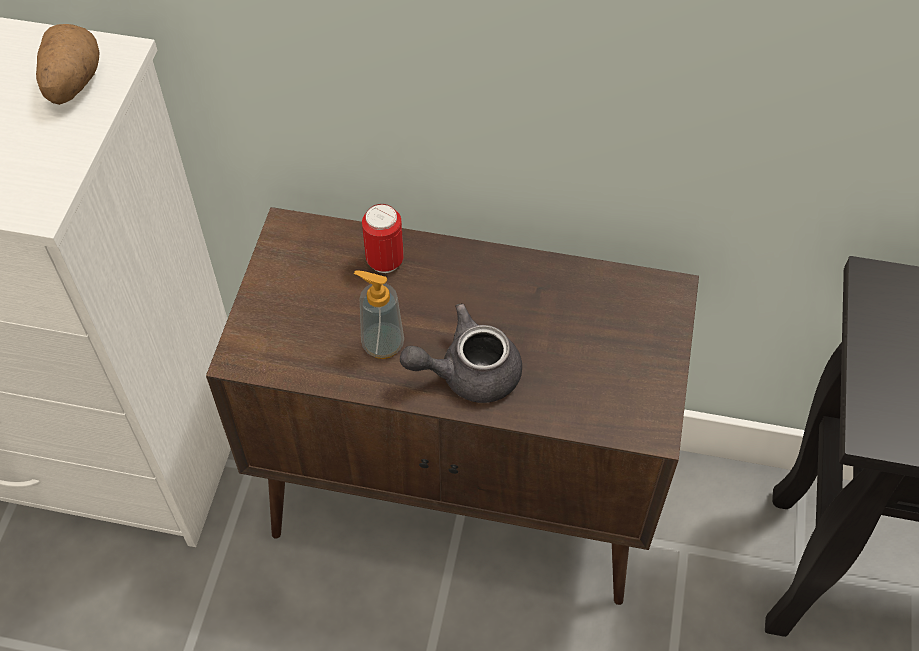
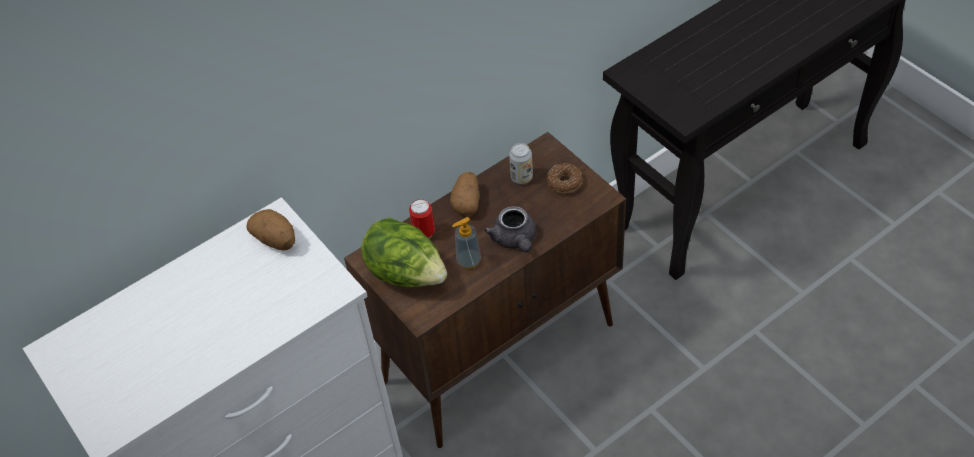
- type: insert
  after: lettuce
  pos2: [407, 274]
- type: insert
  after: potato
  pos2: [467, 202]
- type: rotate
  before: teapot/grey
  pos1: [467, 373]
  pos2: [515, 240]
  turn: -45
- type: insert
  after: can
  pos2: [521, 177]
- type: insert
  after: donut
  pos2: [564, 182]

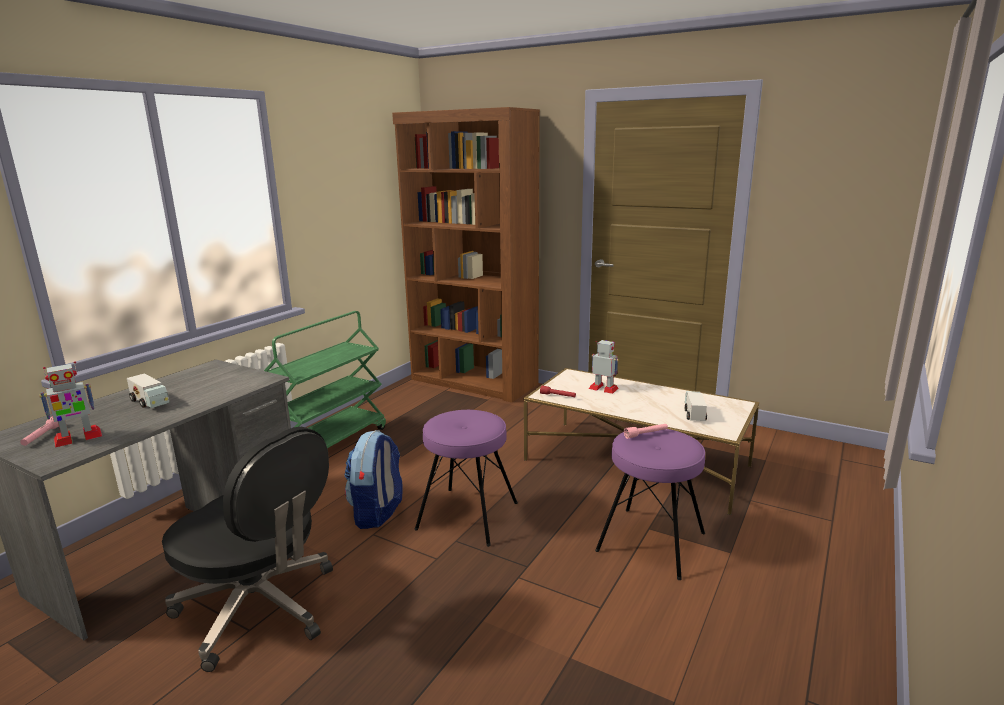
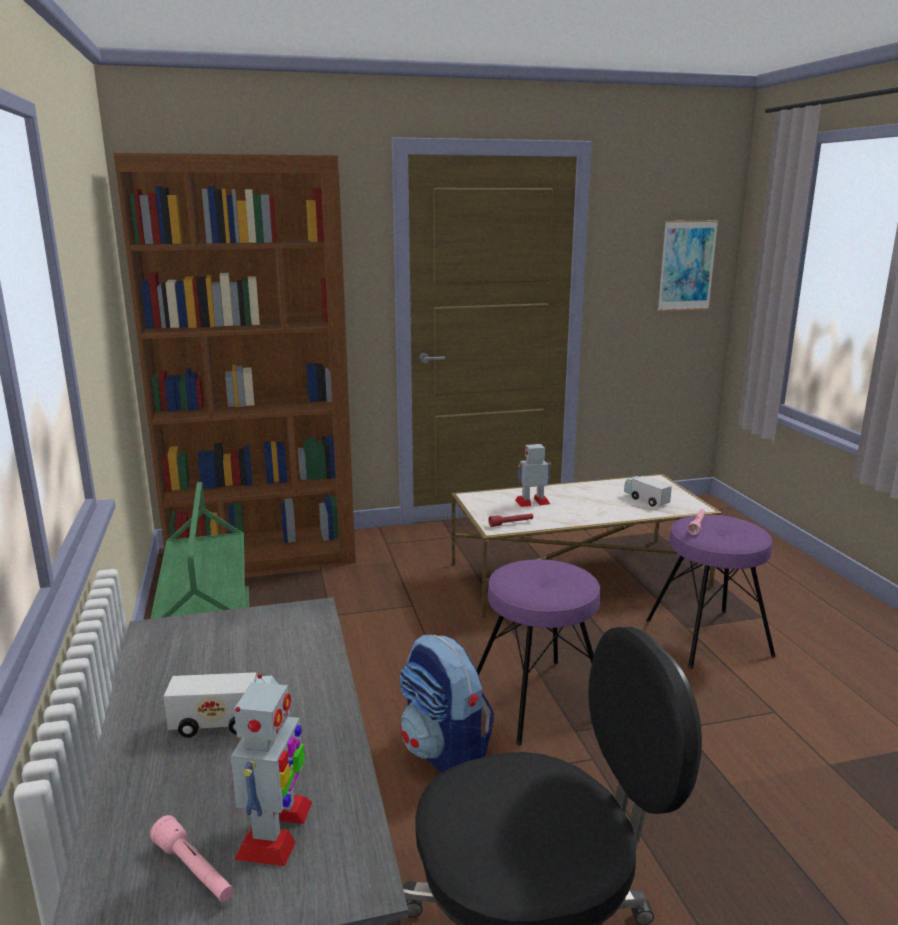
- type: insert
  after: picture
  pos2: [687, 265]

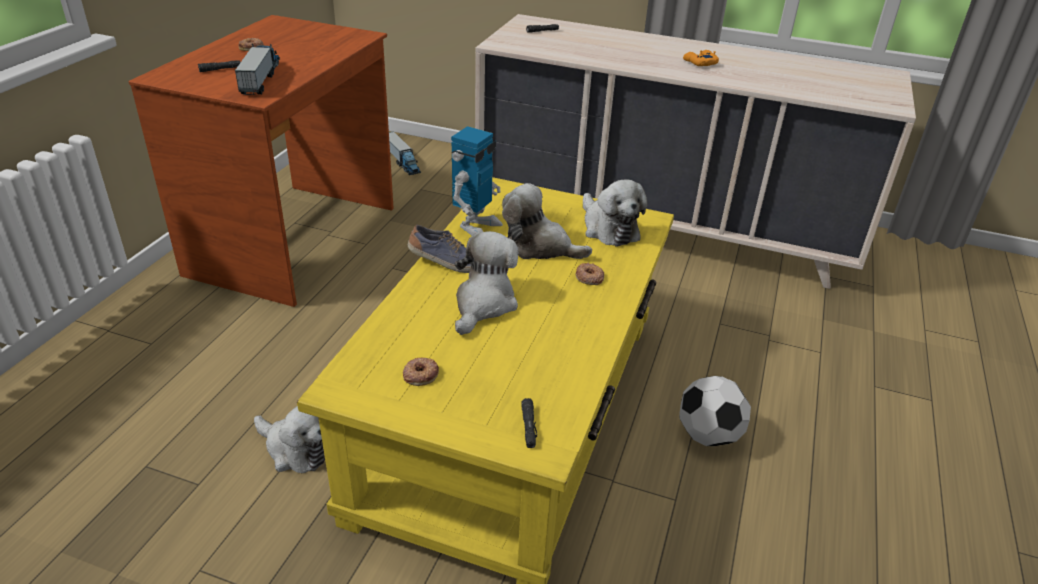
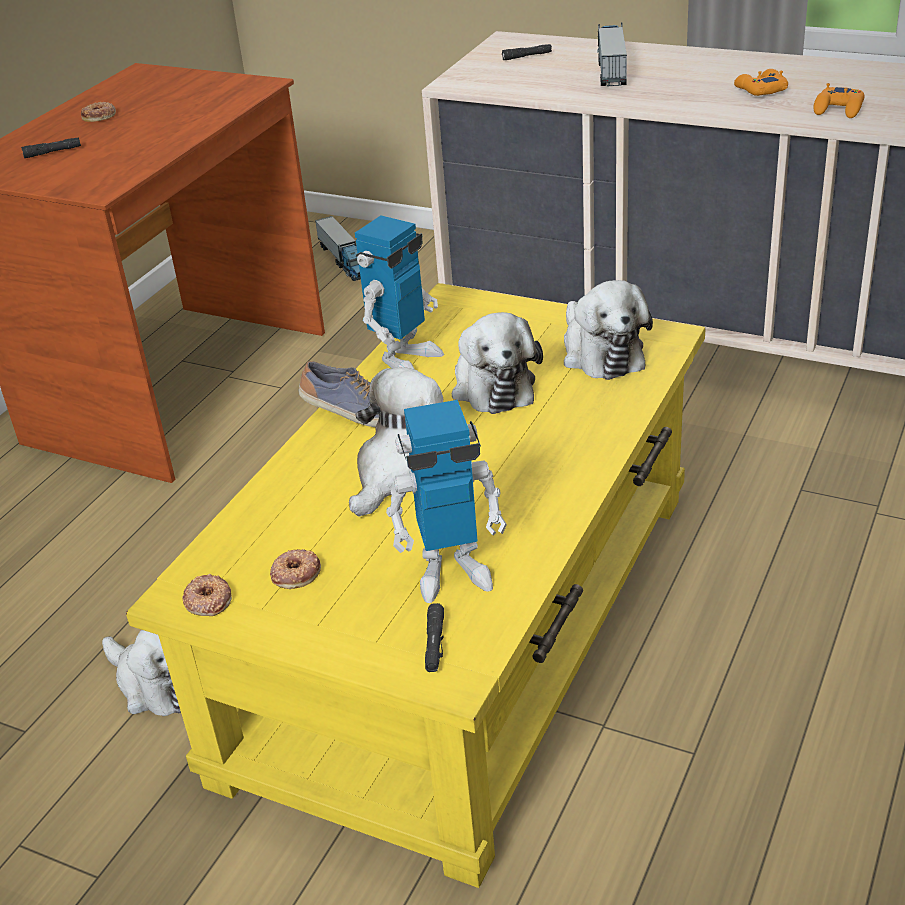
- type: move
  before: donut
  pos1: [589, 277]
  pos2: [208, 600]
- type: insert
  after: toy robot
  pos2: [451, 572]
- type: rotate
  before: plush toy
  pos1: [539, 247]
  pos2: [492, 385]
  turn: -135
- type: move
  before: toy truck
  pos1: [261, 78]
  pos2: [611, 67]
- type: insert
  after: game controller/orange
  pos2: [839, 109]
- type: delete
  before: football
  pos1: [708, 435]

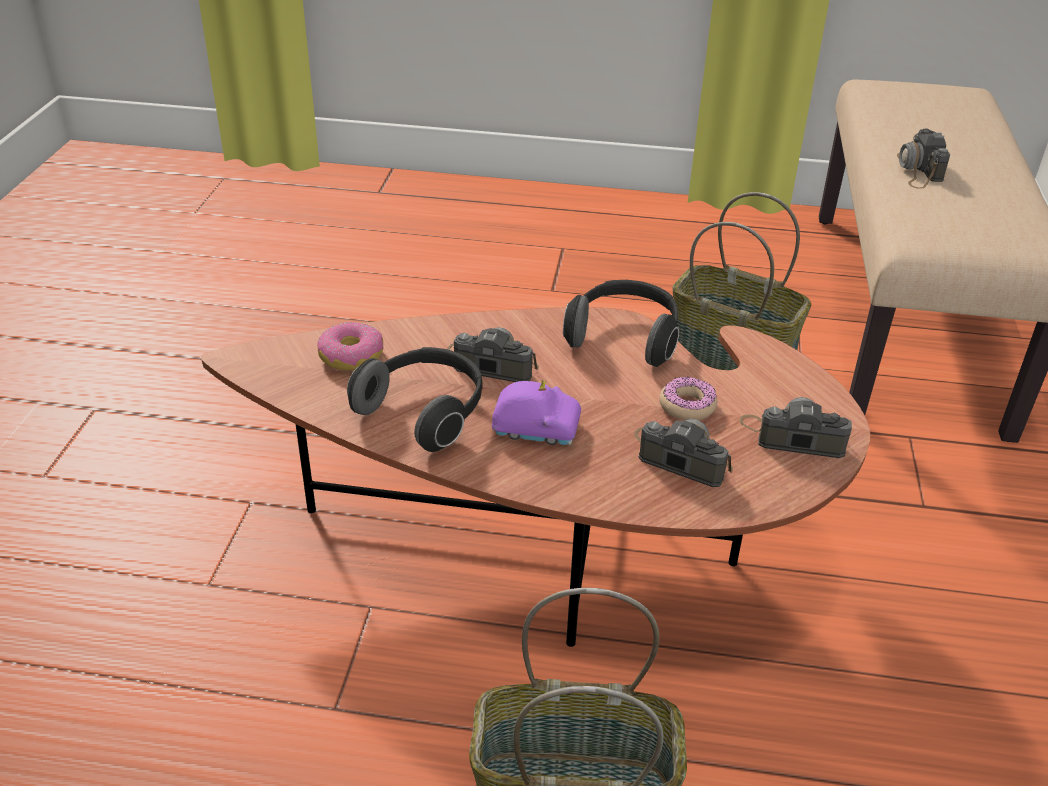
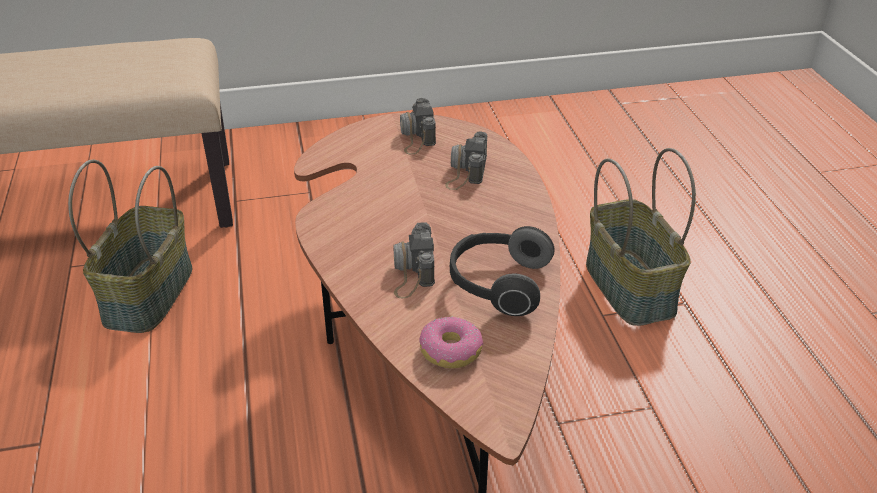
- type: delete
  before: toy car/purple
  pos1: [536, 428]
- type: delete
  before: headphones
  pos1: [624, 338]
- type: delete
  before: donut
  pos1: [687, 406]
- type: delete
  before: photo camera
  pos1: [918, 170]

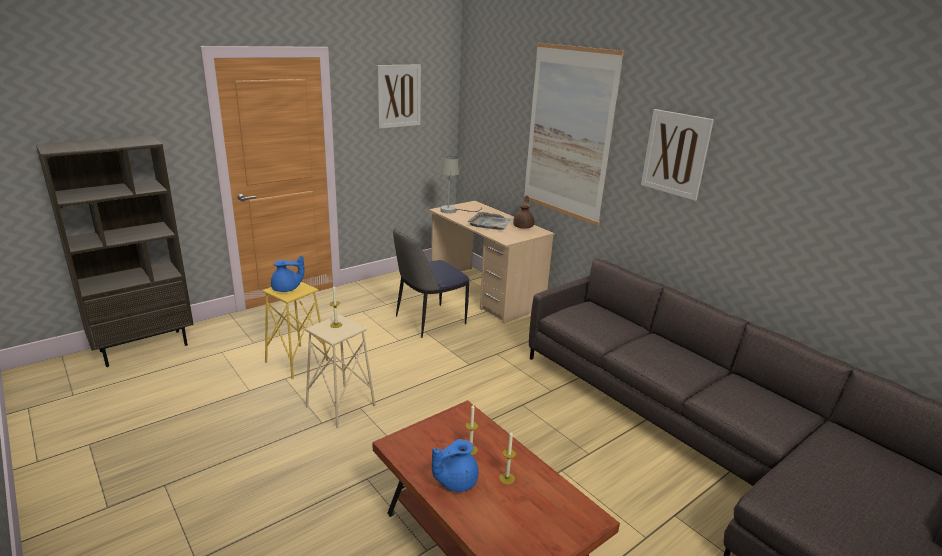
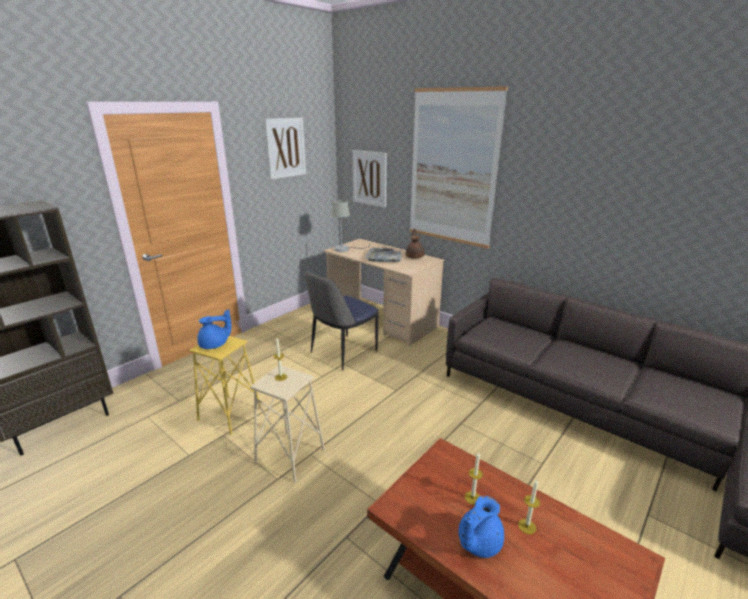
- type: move
  before: picture
  pos1: [675, 154]
  pos2: [369, 178]

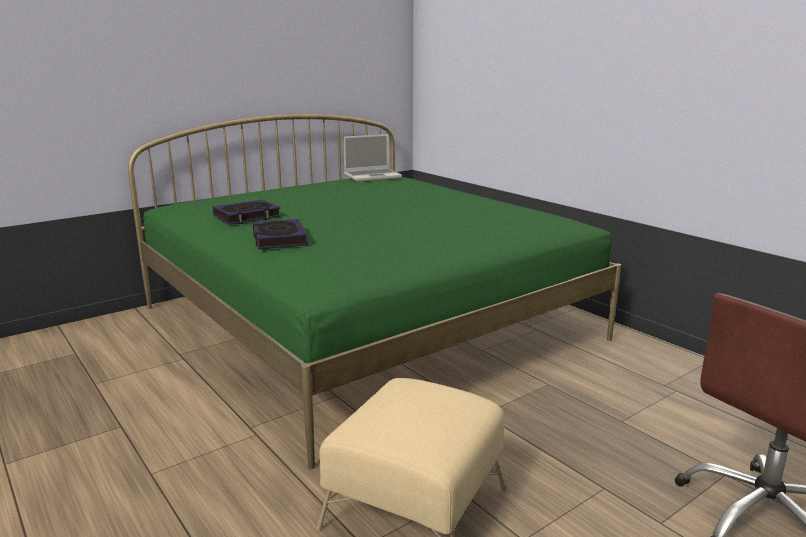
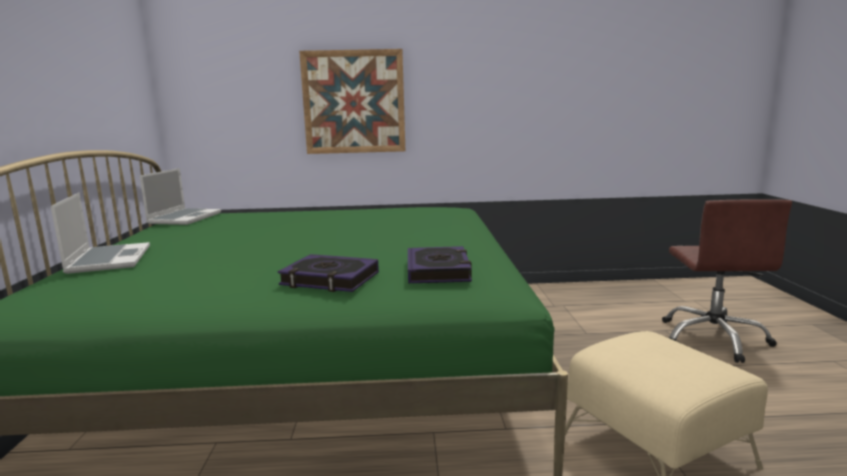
- type: insert
  after: laptop
  pos2: [108, 259]
- type: insert
  after: picture
  pos2: [354, 102]
- type: move
  before: book
  pos1: [247, 217]
  pos2: [438, 271]

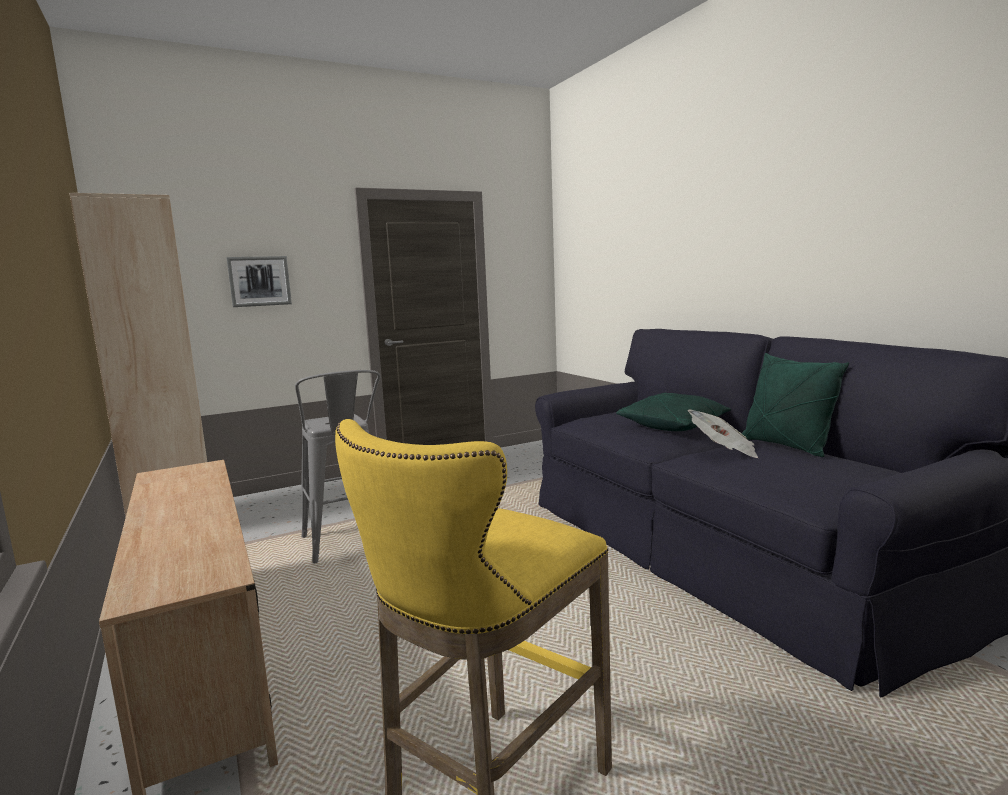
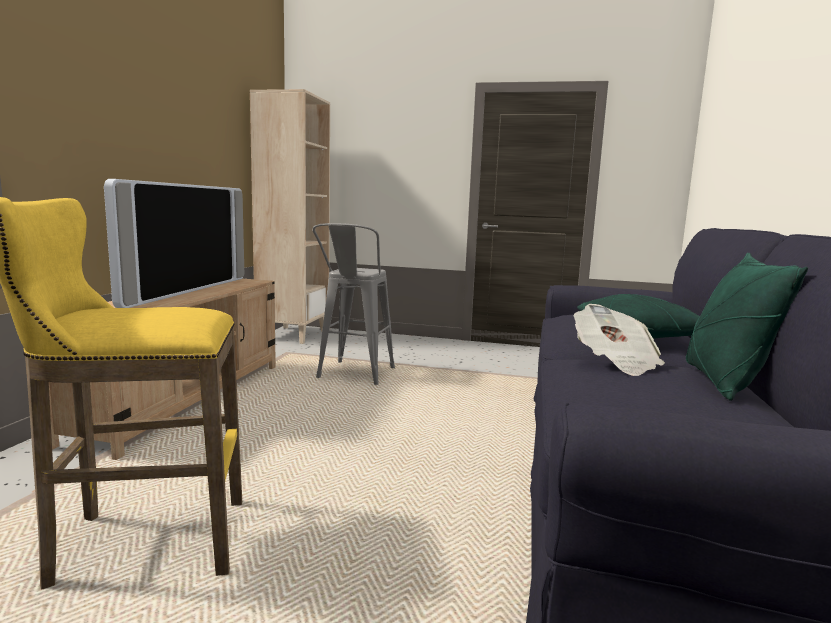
- type: insert
  after: television
  pos2: [184, 290]
- type: delete
  before: picture
  pos1: [259, 281]

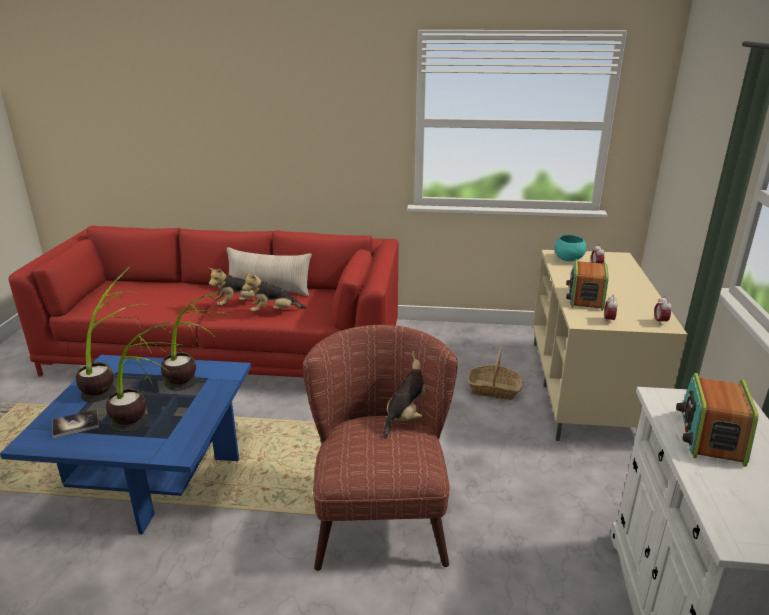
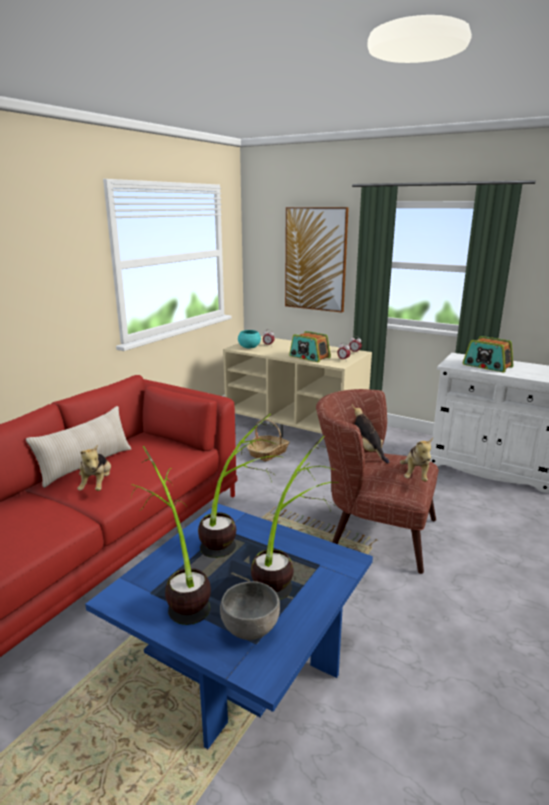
- type: replace
  before: book
  after: bowl/grey
  pos1: [76, 425]
  pos2: [251, 629]
- type: insert
  after: picture
  pos2: [315, 259]
- type: move
  before: plush toy
  pos1: [274, 312]
  pos2: [416, 475]

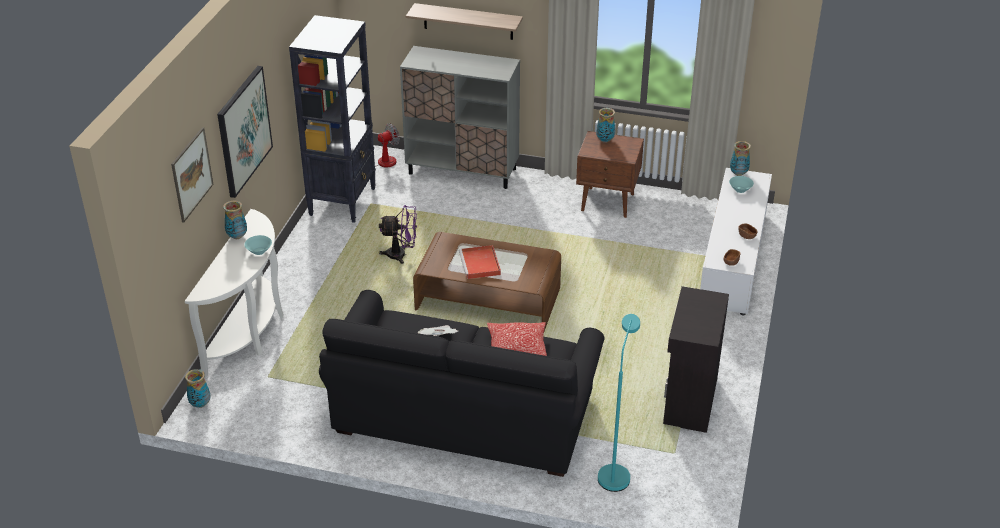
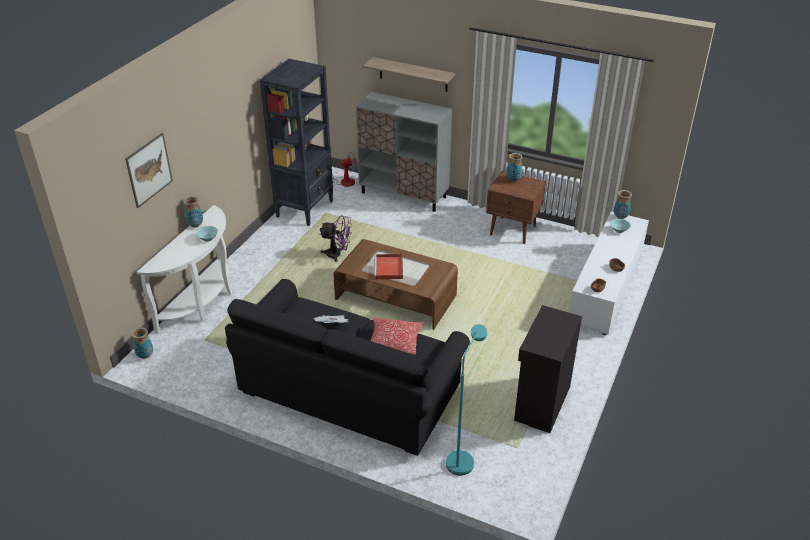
- type: delete
  before: picture
  pos1: [243, 131]

